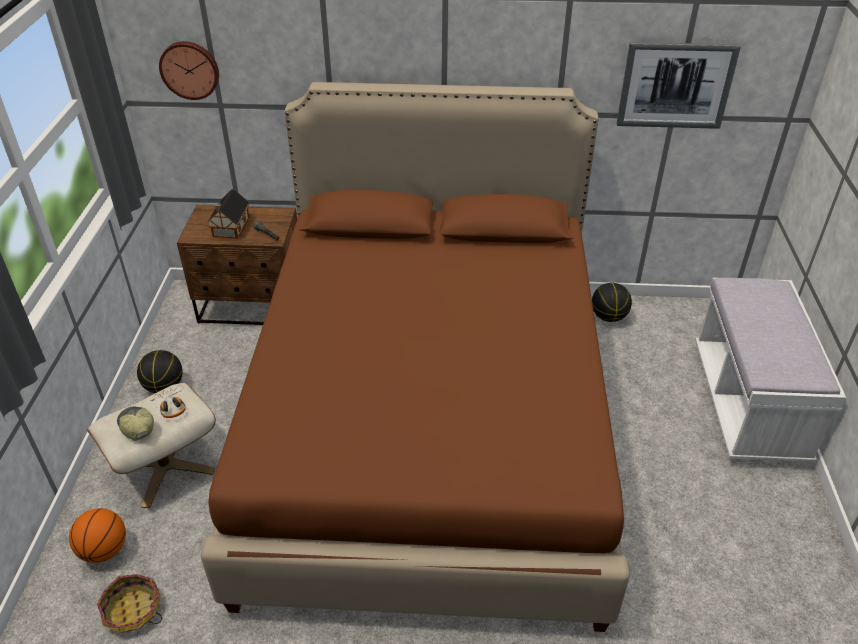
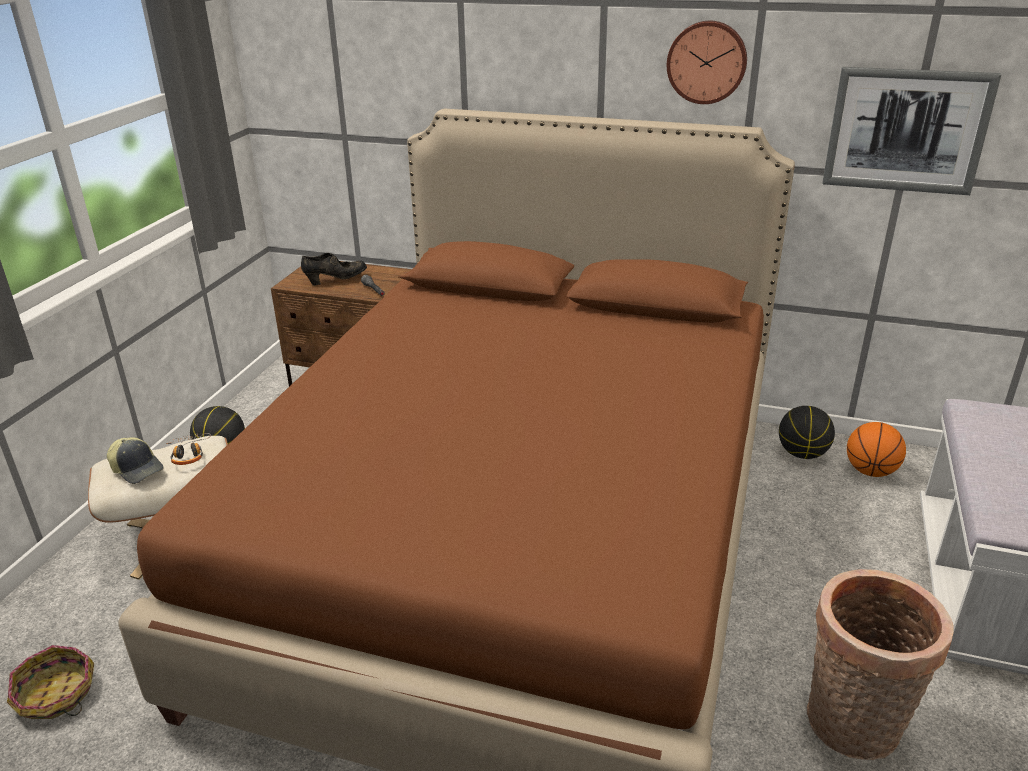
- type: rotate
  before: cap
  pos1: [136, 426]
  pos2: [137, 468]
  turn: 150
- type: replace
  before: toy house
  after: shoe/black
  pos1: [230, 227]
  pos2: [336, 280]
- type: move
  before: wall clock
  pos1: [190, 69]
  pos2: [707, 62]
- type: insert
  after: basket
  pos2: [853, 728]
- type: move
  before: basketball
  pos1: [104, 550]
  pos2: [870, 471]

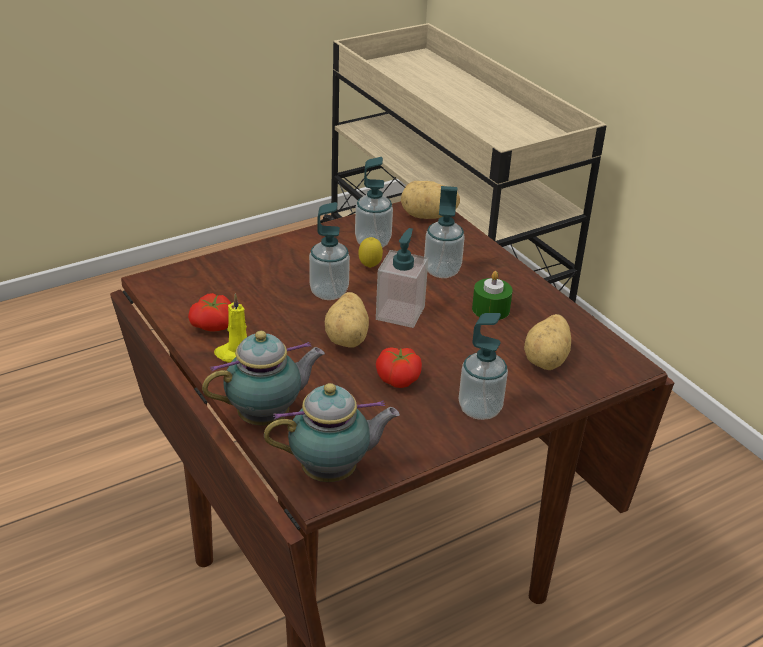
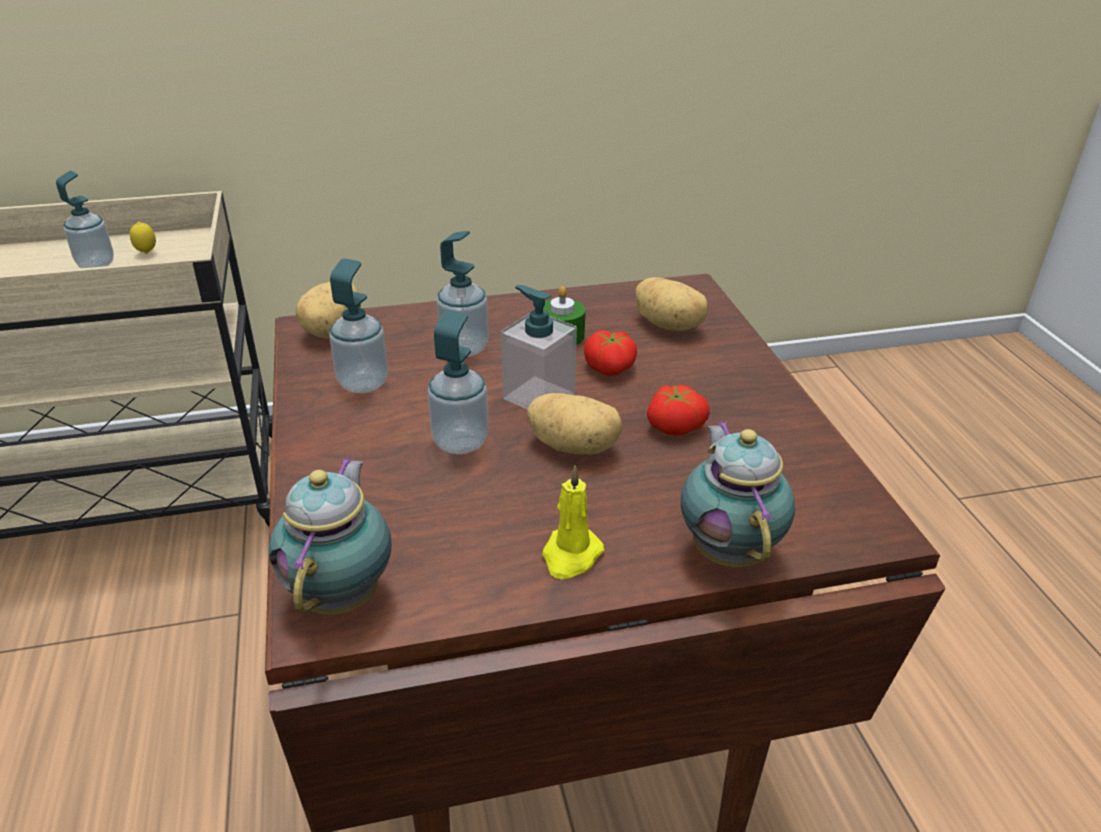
- type: move
  before: soap dispenser
  pos1: [480, 409]
  pos2: [96, 264]
- type: move
  before: lemon
  pos1: [369, 267]
  pos2: [147, 253]
- type: move
  before: teapot
  pos1: [333, 472]
  pos2: [343, 593]
- type: move
  before: tomato
  pos1: [214, 326]
  pos2: [611, 367]

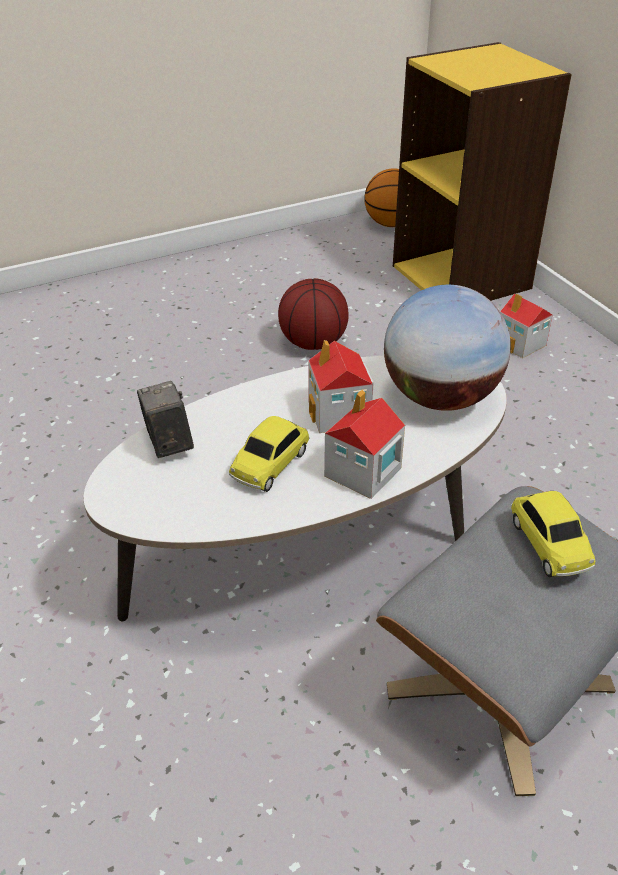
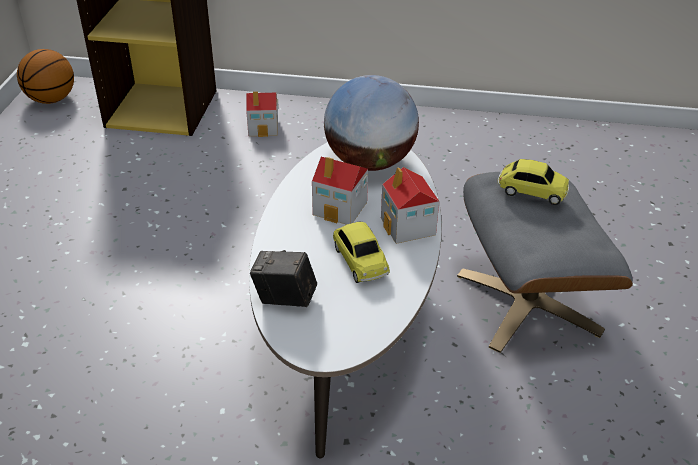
- type: delete
  before: basketball
  pos1: [313, 343]

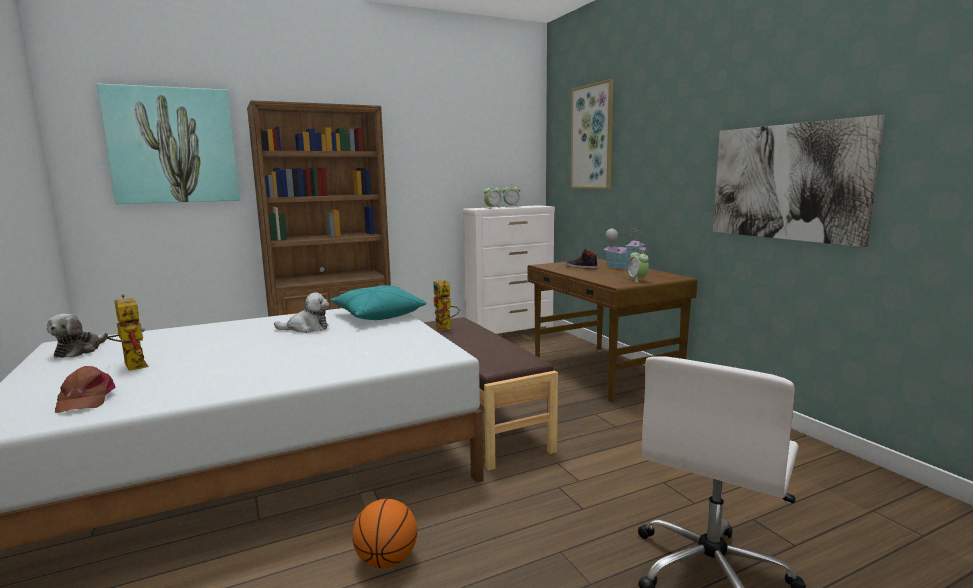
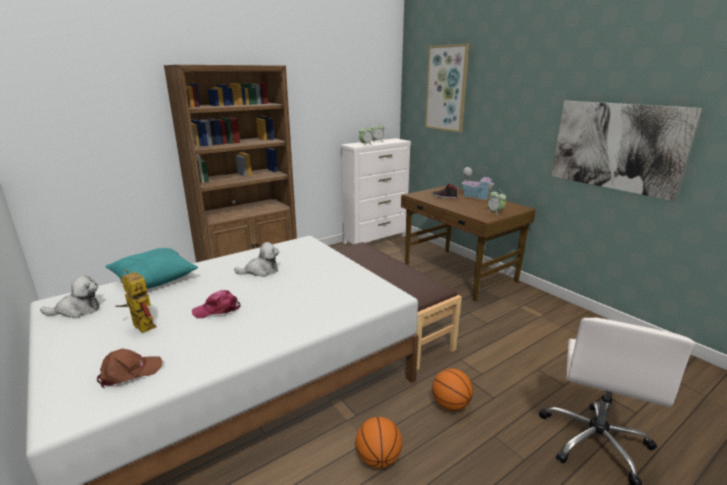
- type: rotate
  before: plush toy
  pos1: [80, 350]
  pos2: [77, 310]
  turn: -105
- type: rotate
  before: cap/brown
  pos1: [85, 399]
  pos2: [129, 372]
  turn: -90
- type: move
  before: pillow/turquoise
  pos1: [377, 315]
  pos2: [153, 279]
- type: insert
  after: cap/pink
  pos2: [217, 309]
- type: insert
  after: basketball
  pos2: [450, 405]
- type: delete
  before: picture
  pos1: [173, 146]
- type: delete
  before: toy robot
  pos1: [445, 328]

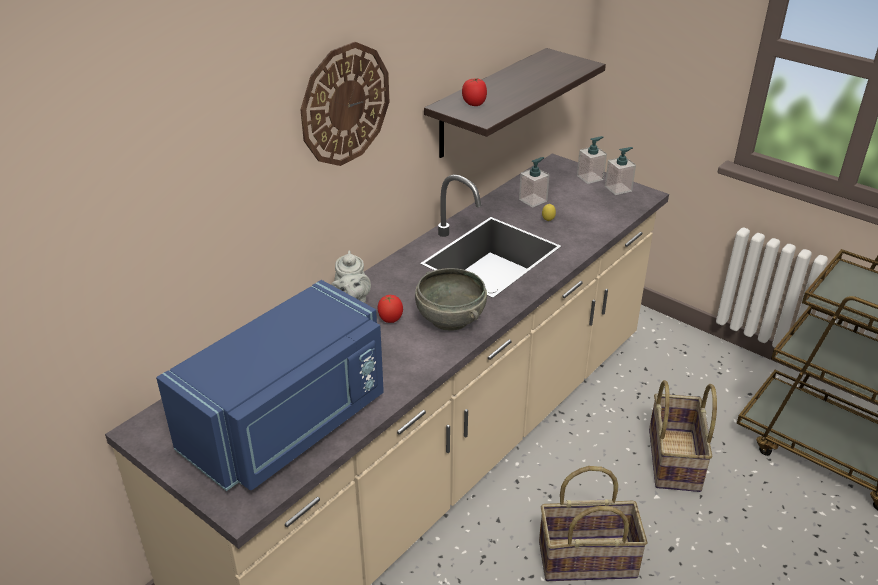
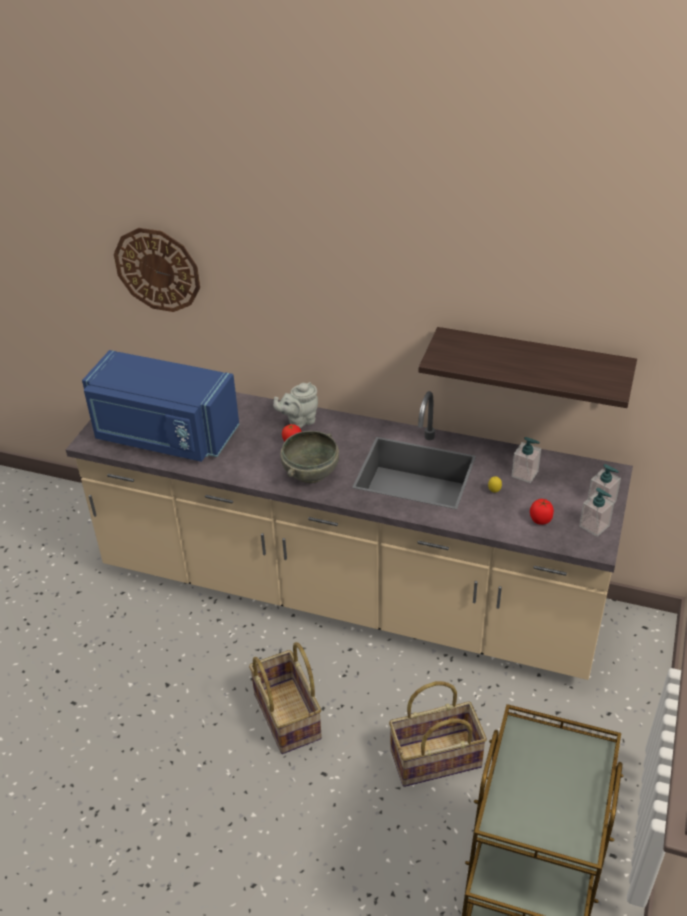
- type: move
  before: wall clock
  pos1: [345, 104]
  pos2: [157, 269]
- type: move
  before: tomato
  pos1: [474, 104]
  pos2: [540, 520]

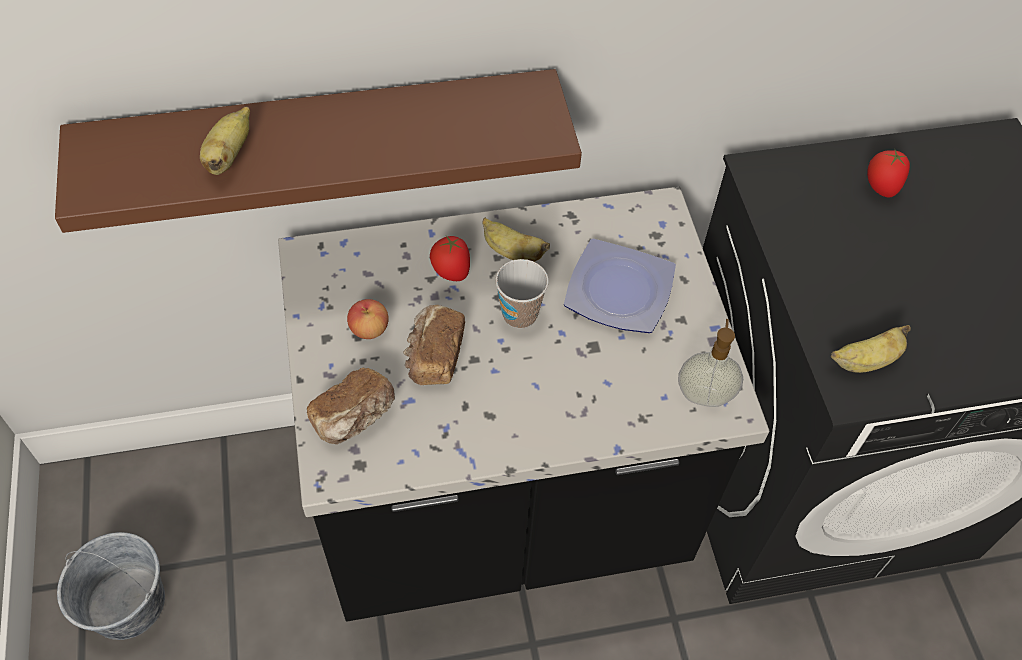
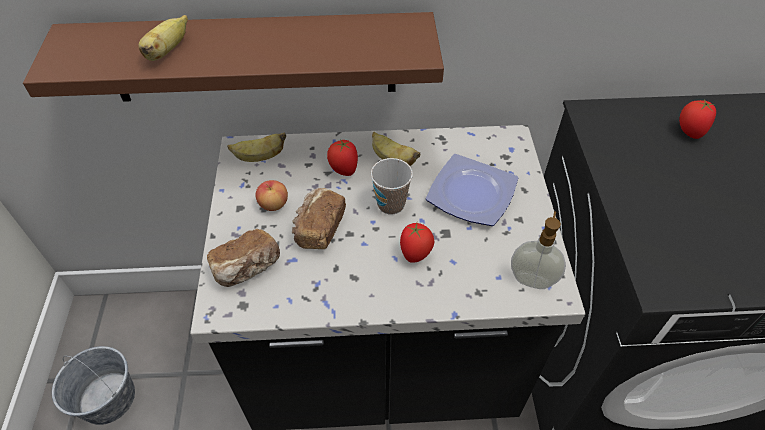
- type: move
  before: banana
  pos1: [865, 362]
  pos2: [259, 157]
- type: insert
  after: tomato
  pos2: [415, 254]

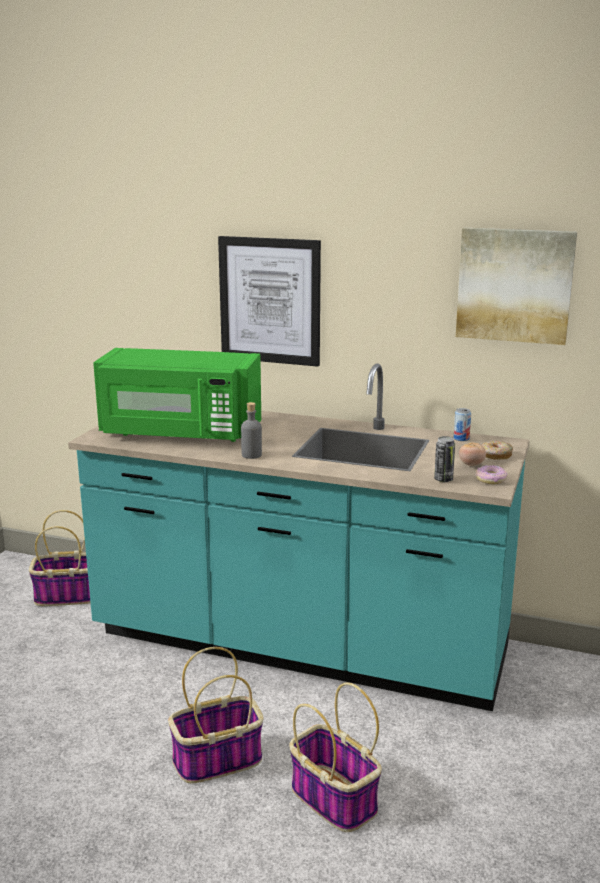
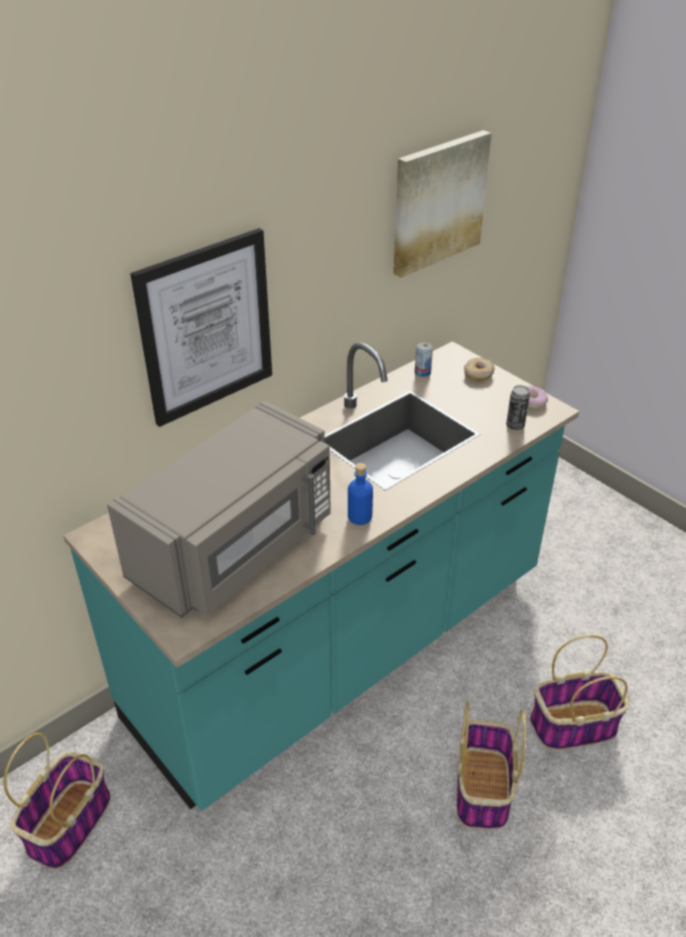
- type: recolor
  before: microwave/green
  after: microwave/grey
  pos1: [180, 433]
  pos2: [237, 547]
- type: recolor
  before: bottle/grey
  after: bottle/blue
  pos1: [251, 455]
  pos2: [359, 516]
- type: delete
  before: tomato
  pos1: [471, 464]

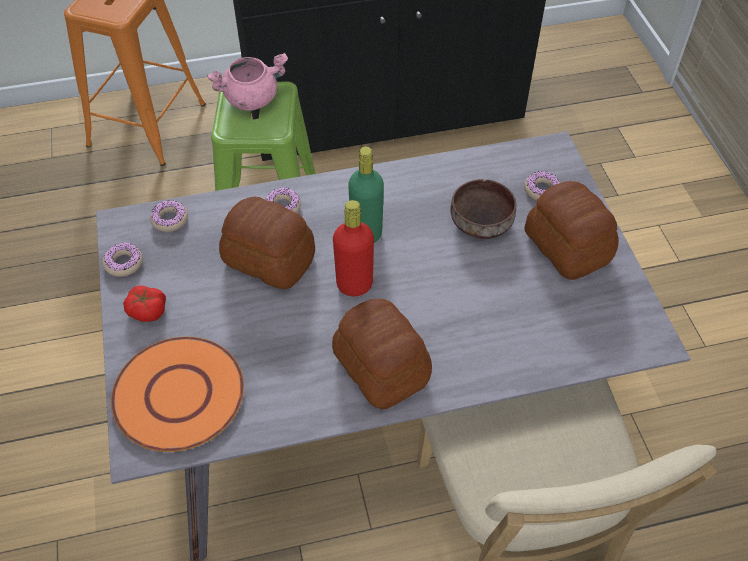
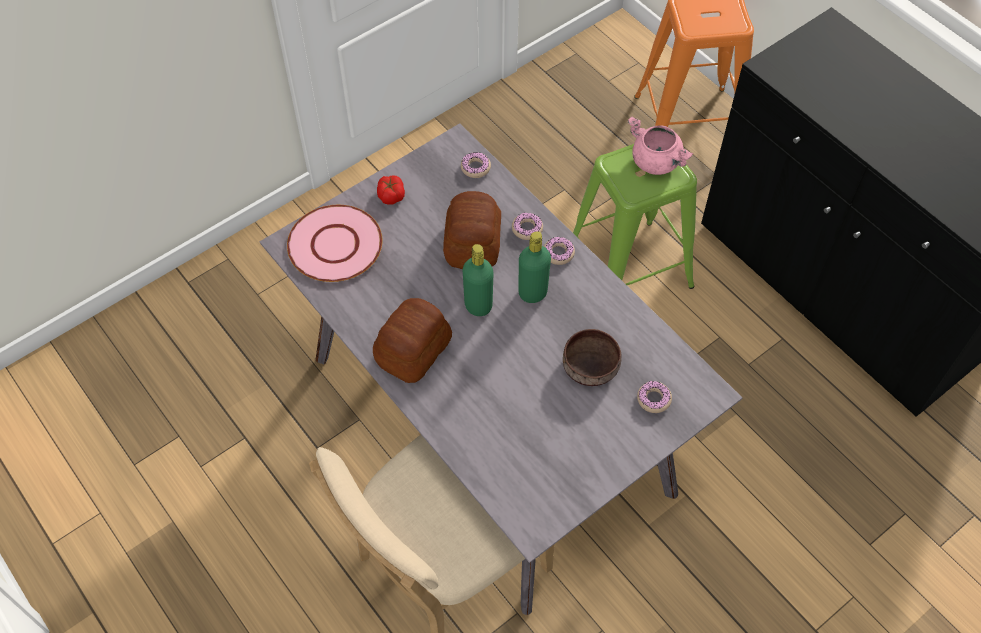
- type: recolor
  before: plate/orange
  after: plate/pink
  pos1: [180, 395]
  pos2: [335, 245]
- type: recolor
  before: bottle/red
  after: bottle/green
  pos1: [354, 285]
  pos2: [478, 305]
- type: move
  before: donut
  pos1: [124, 263]
  pos2: [558, 253]
- type: delete
  before: bread
  pos1: [566, 247]

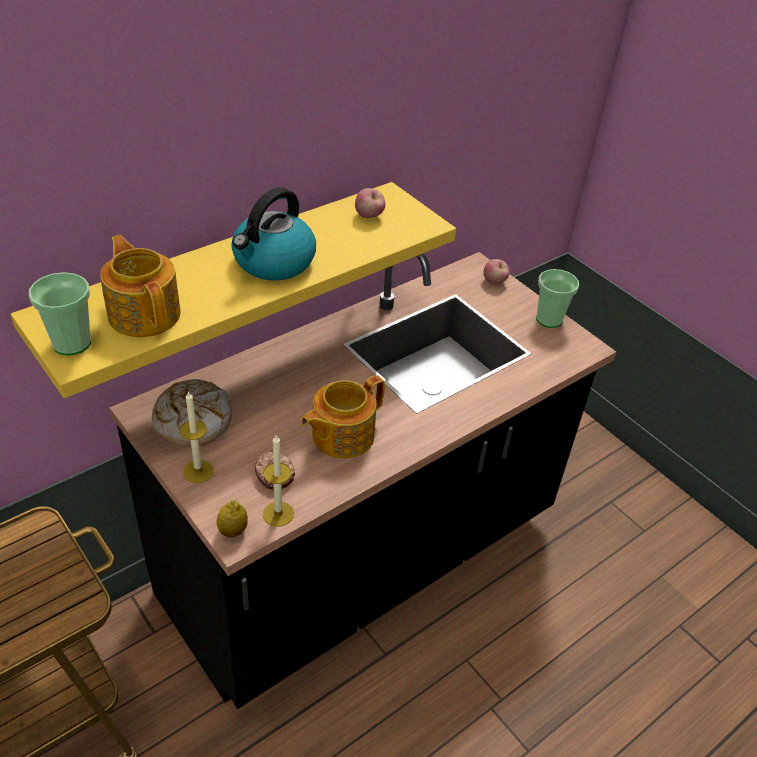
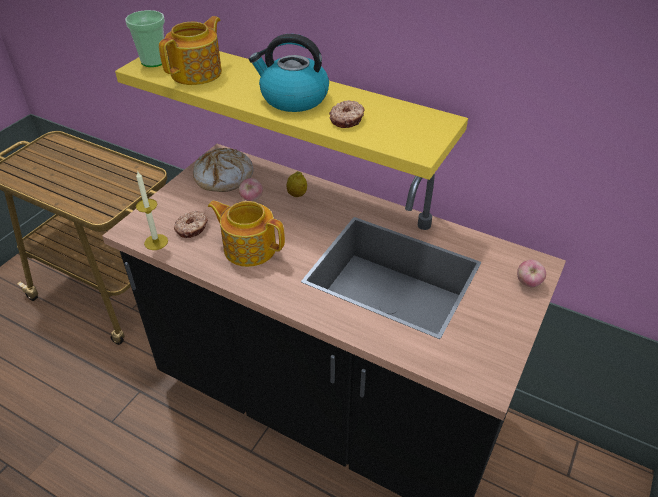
- type: move
  before: apple
  pos1: [369, 216]
  pos2: [251, 199]
- type: move
  before: lemon
  pos1: [233, 530]
  pos2: [297, 195]
- type: insert
  after: donut
  pos2: [347, 119]
- type: delete
  before: candle
  pos1: [198, 471]
- type: delete
  before: cup
  pos1: [549, 319]

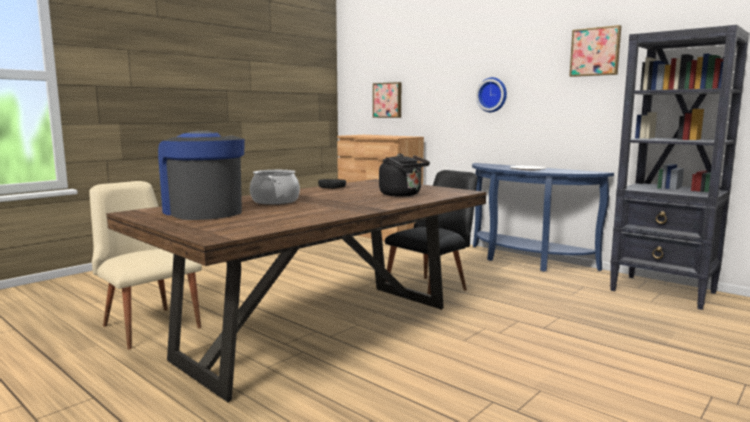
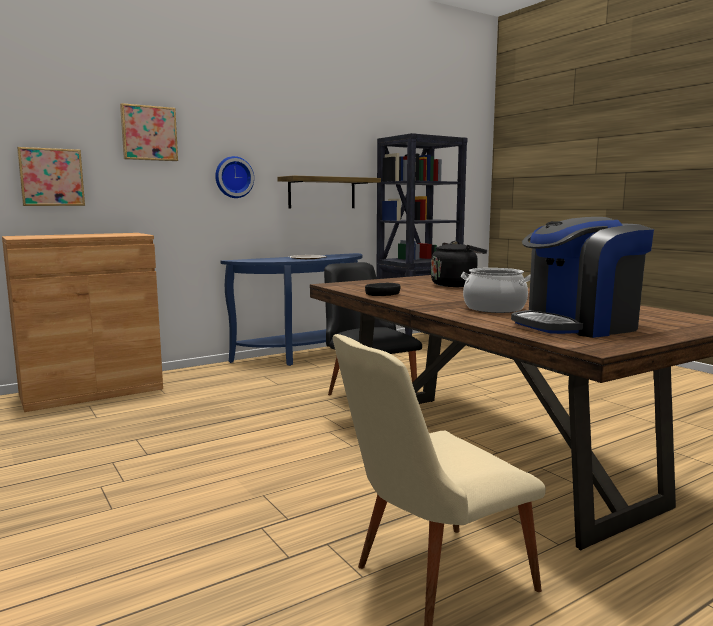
- type: move
  before: picture
  pos1: [595, 52]
  pos2: [149, 133]
- type: insert
  after: shelf
  pos2: [322, 193]

